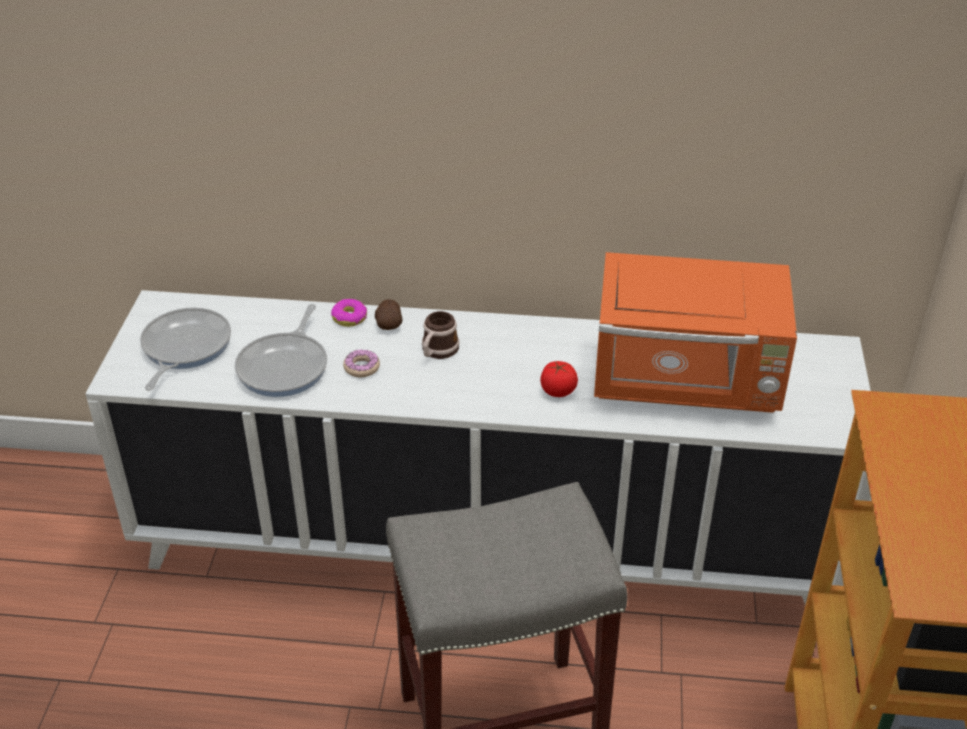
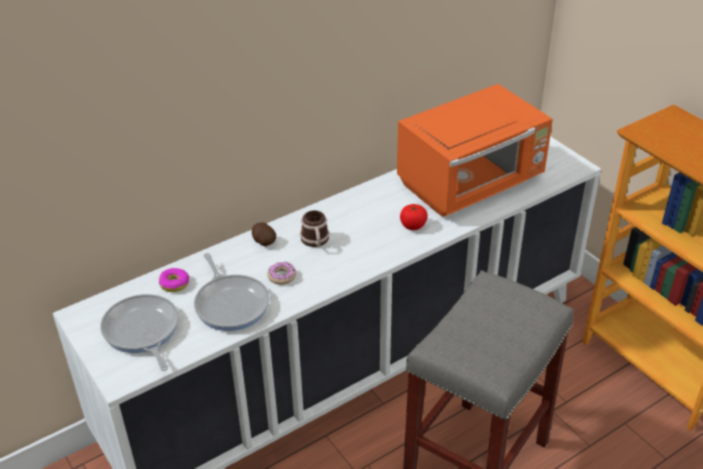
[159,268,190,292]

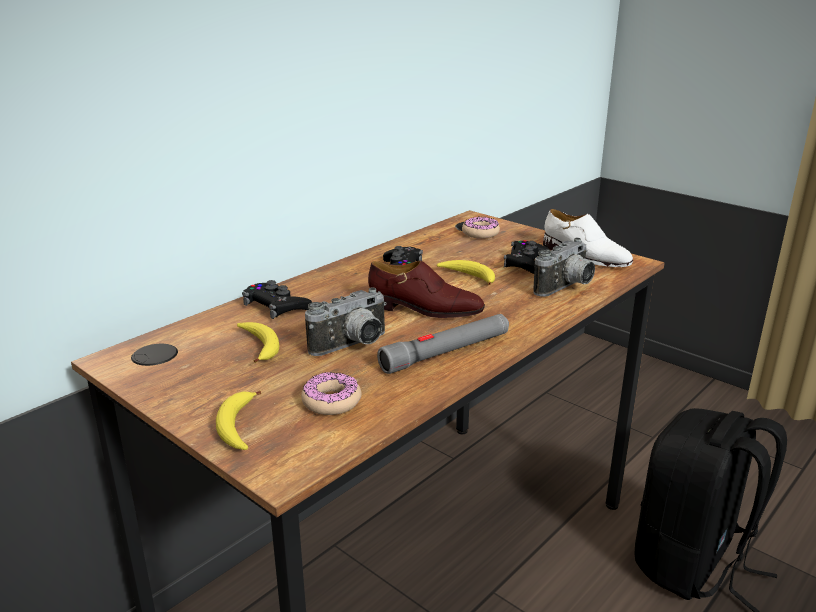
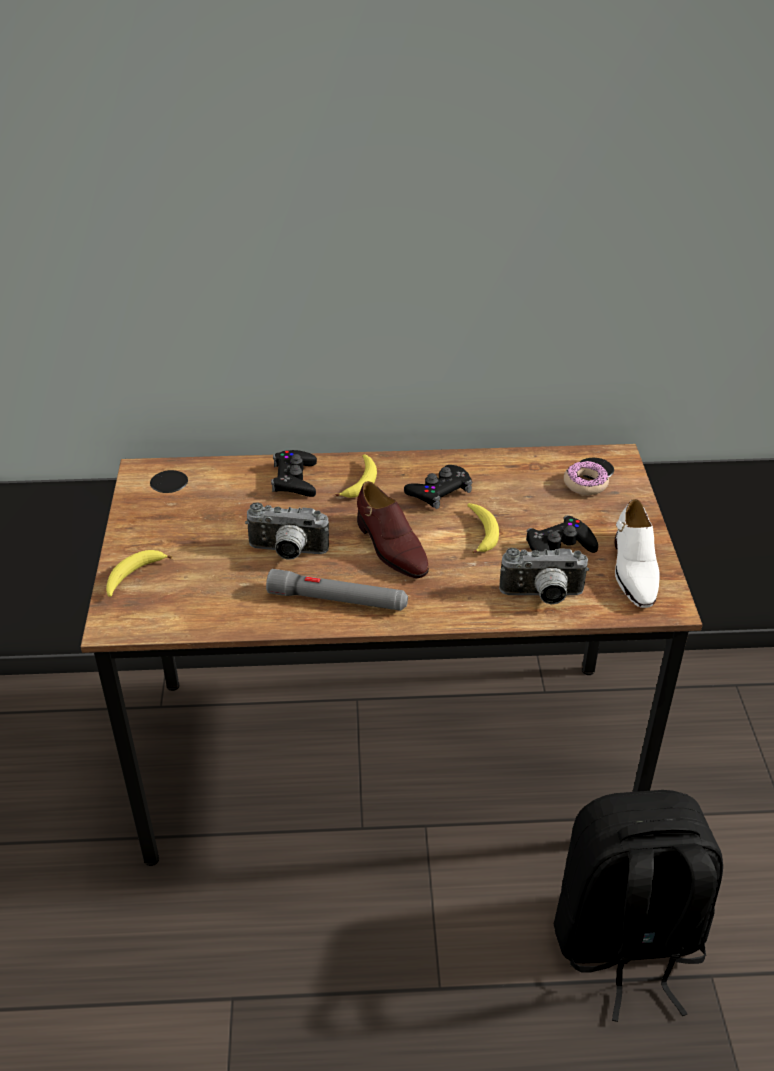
[335,454,377,498]
[301,372,361,415] (first image)

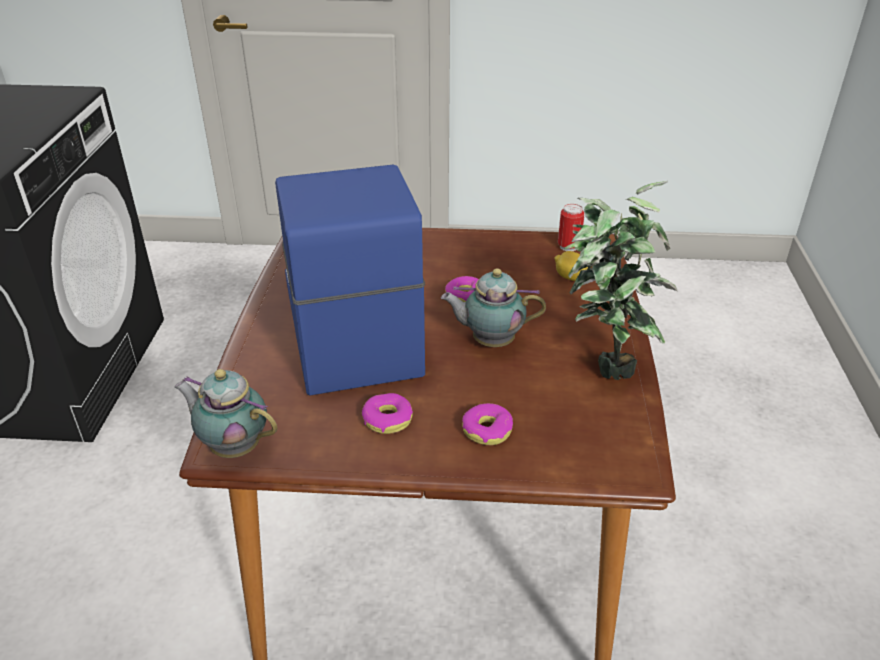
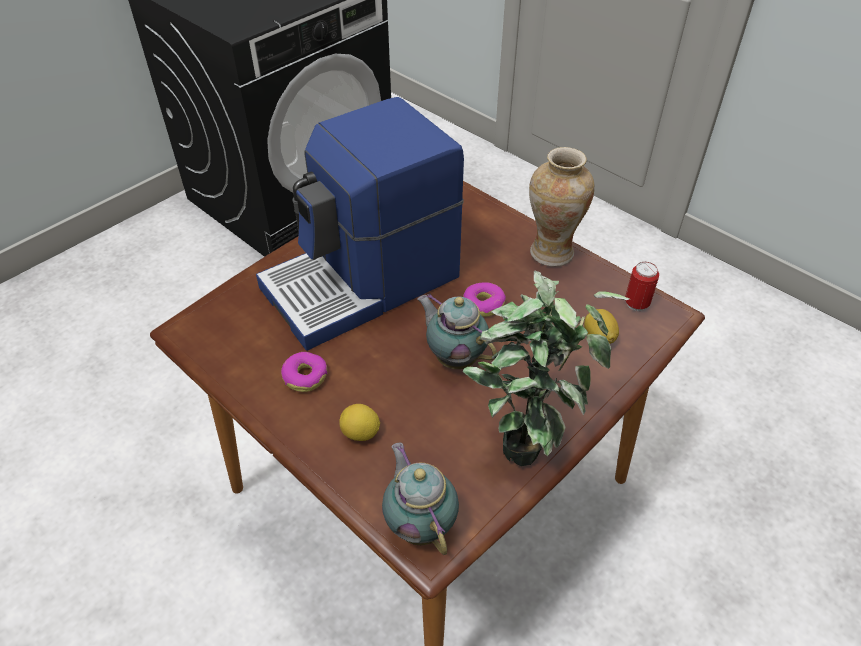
[256,97,464,351]
[339,404,380,441]
[382,443,459,555]
[529,147,595,267]

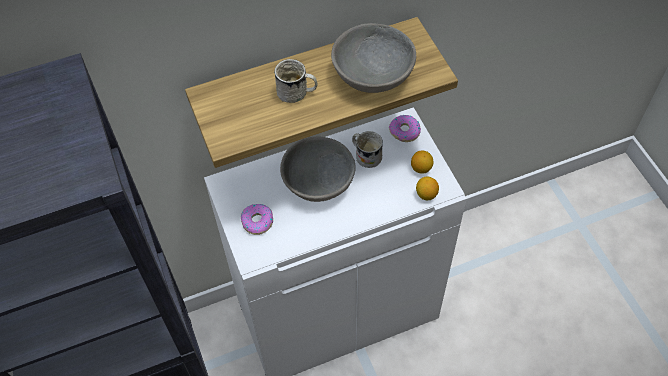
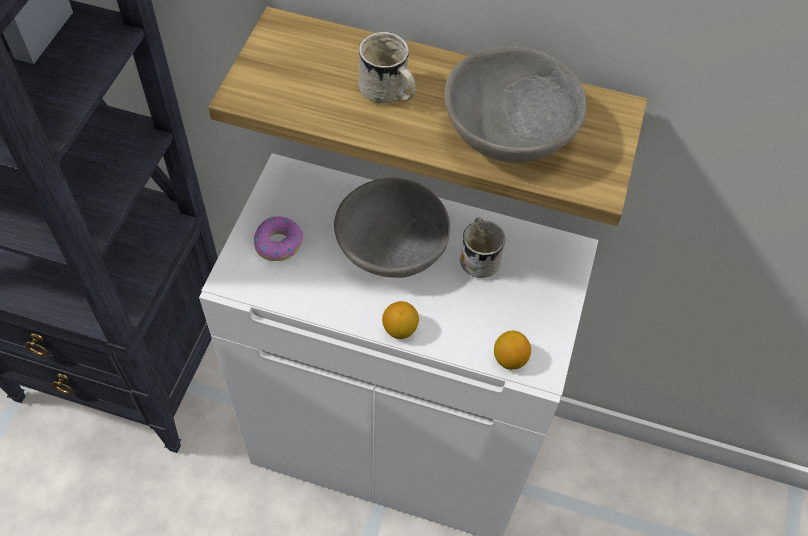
[382,301,419,339]
[389,115,421,142] (first image)

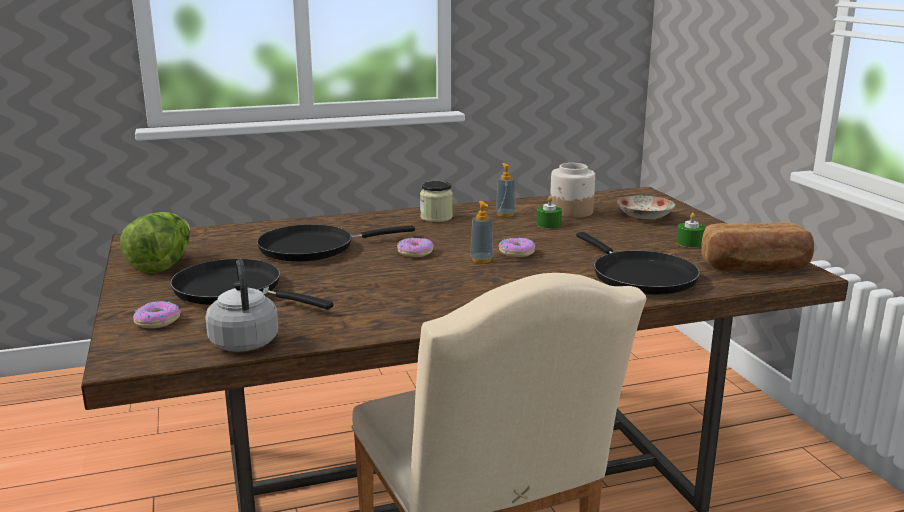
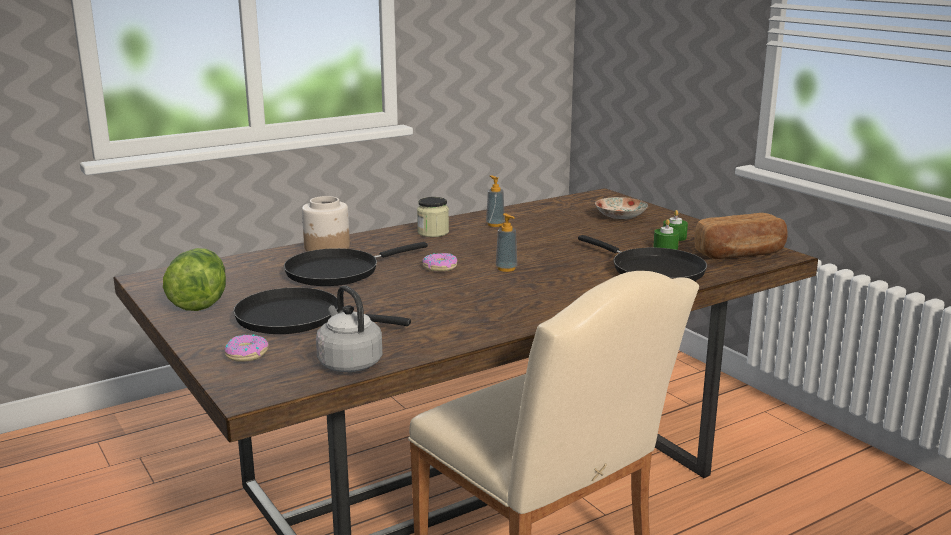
[302,196,350,252]
[653,219,679,250]
[499,238,535,257] (first image)

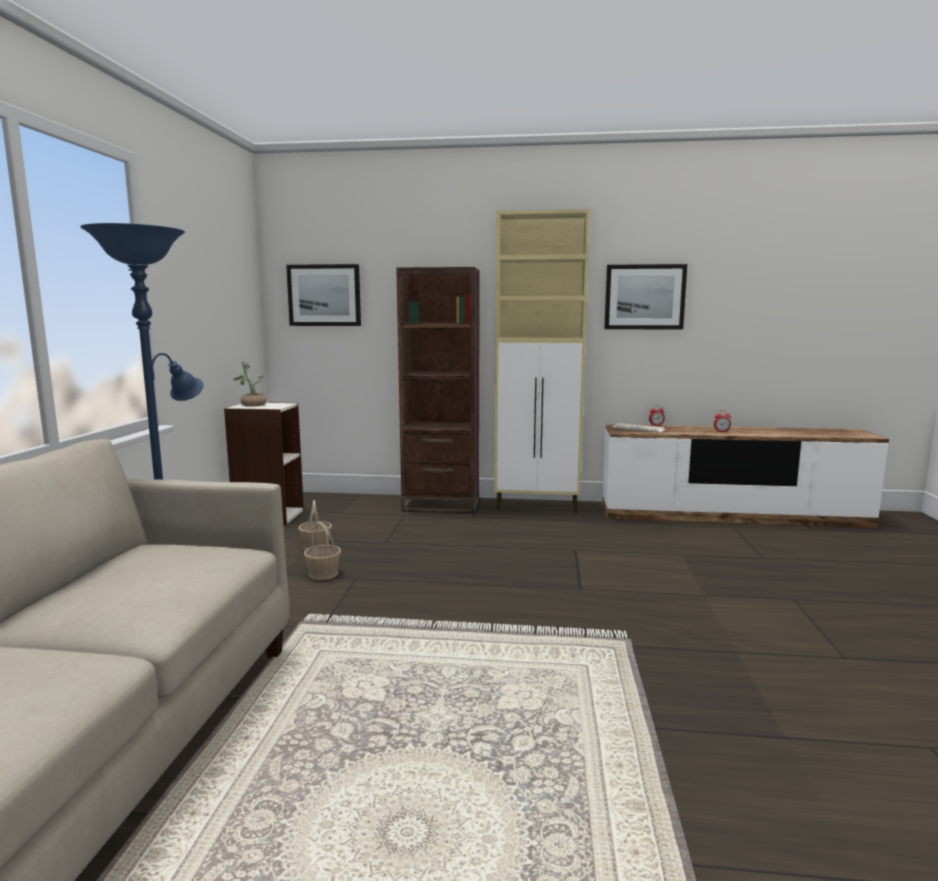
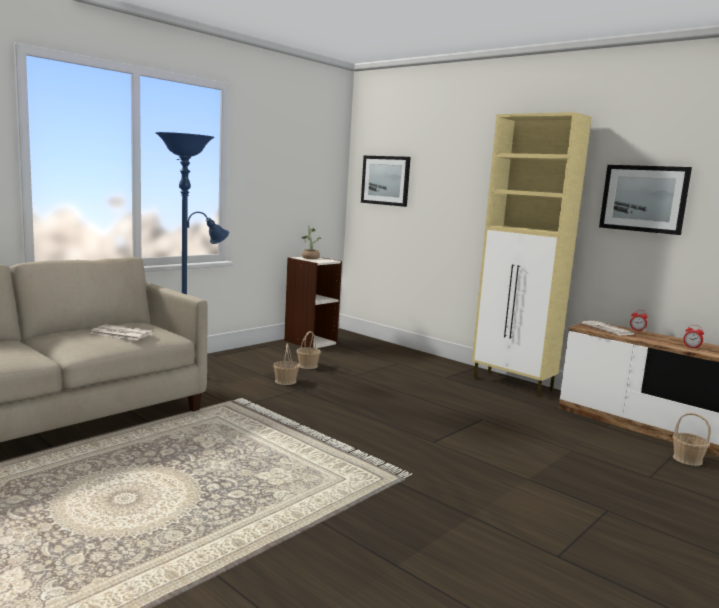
[90,324,154,340]
[672,413,711,466]
[396,267,480,514] (first image)

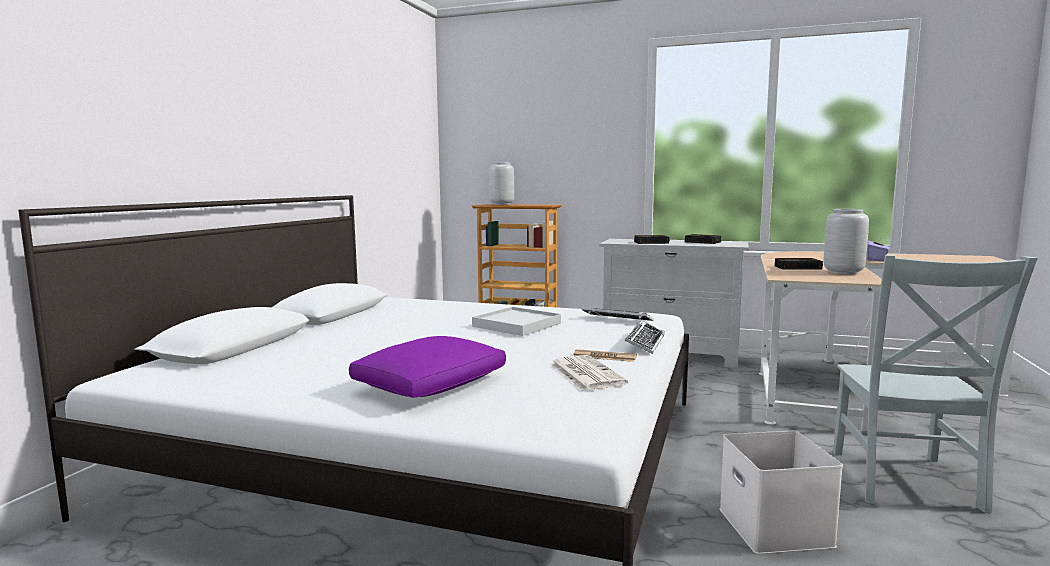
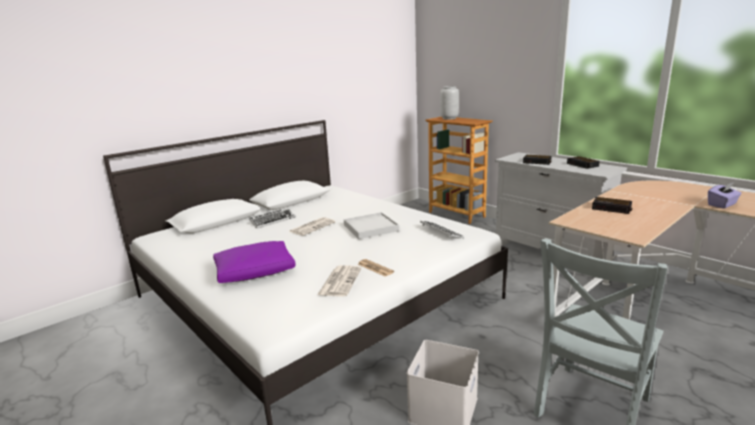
[249,208,296,228]
[289,217,335,236]
[824,209,869,275] (first image)

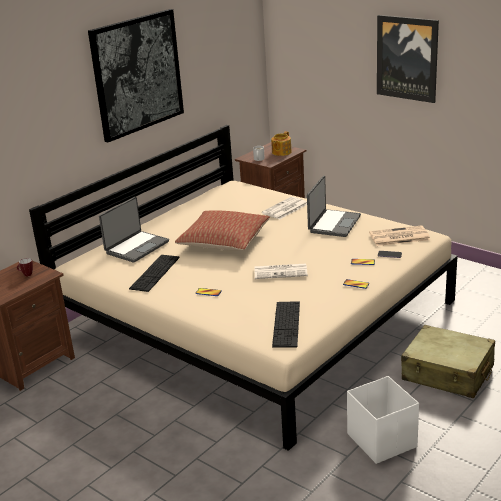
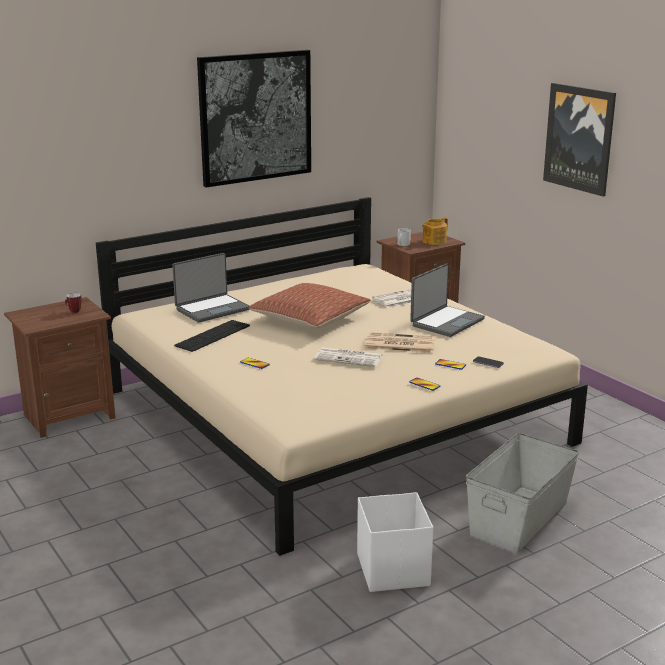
[364,332,436,353]
[466,433,579,553]
[272,301,300,348] (first image)

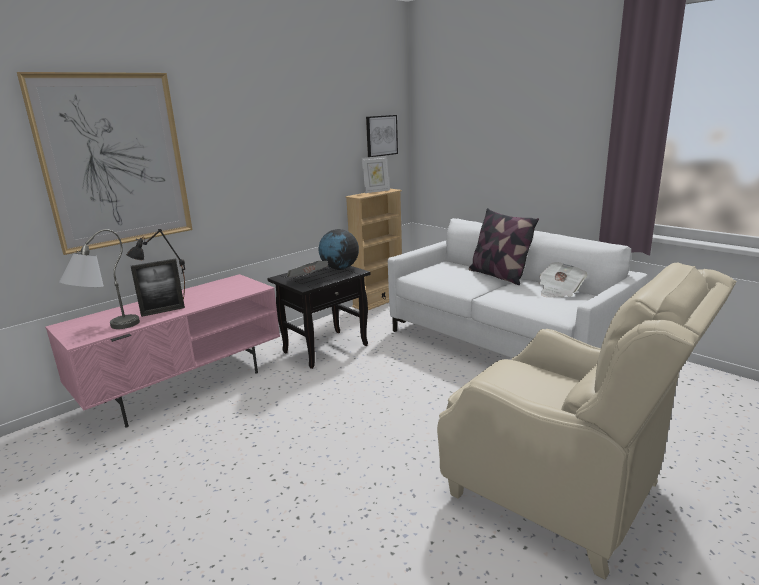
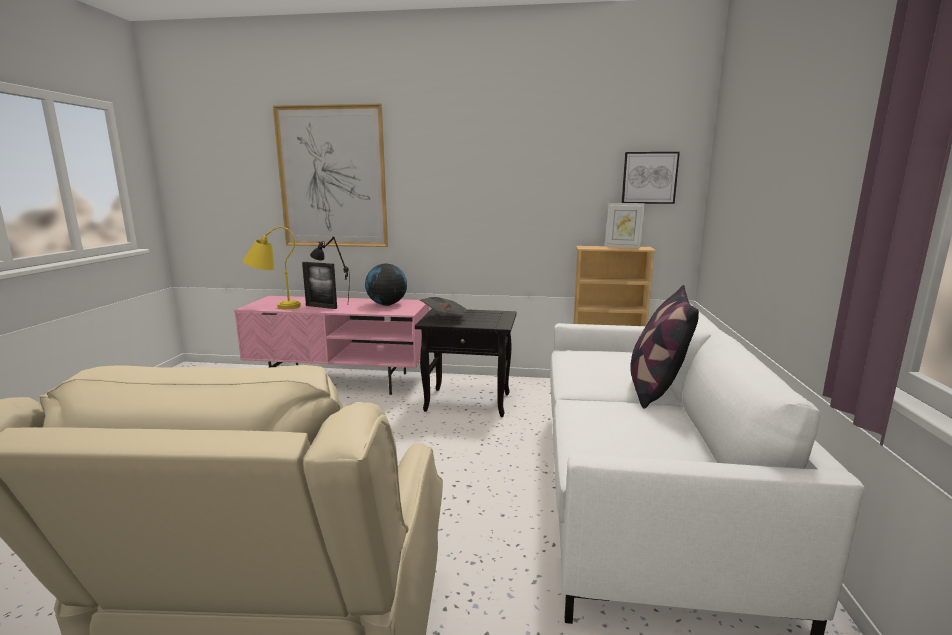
[242,227,301,309]
[365,264,407,306]
[539,262,587,298] (first image)

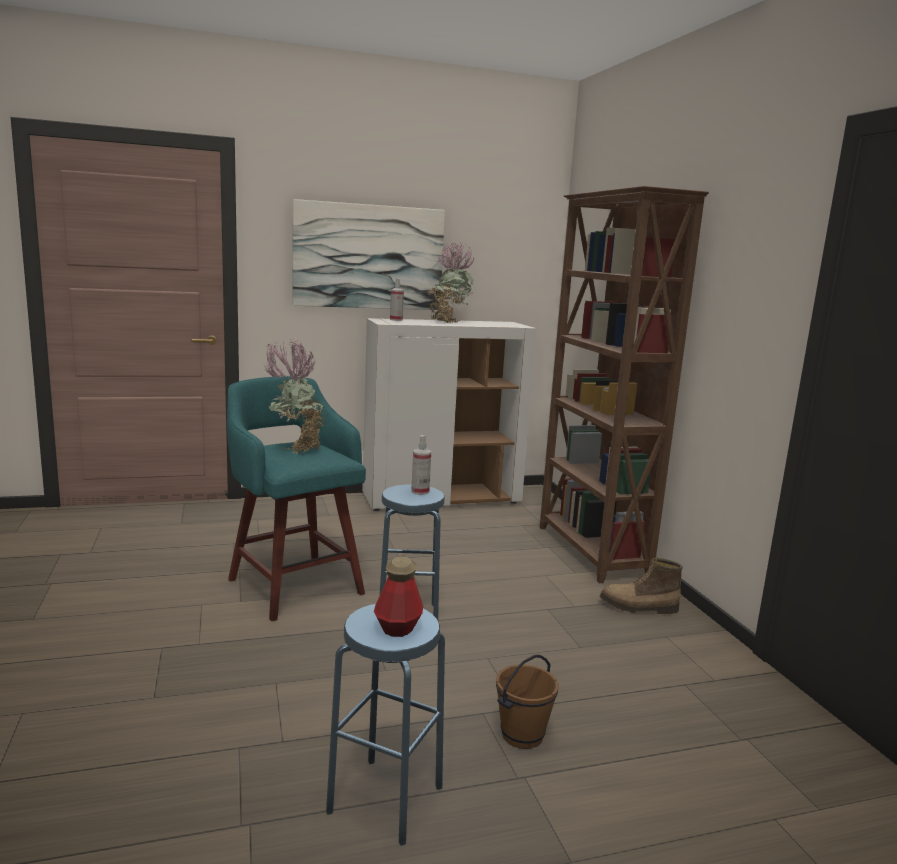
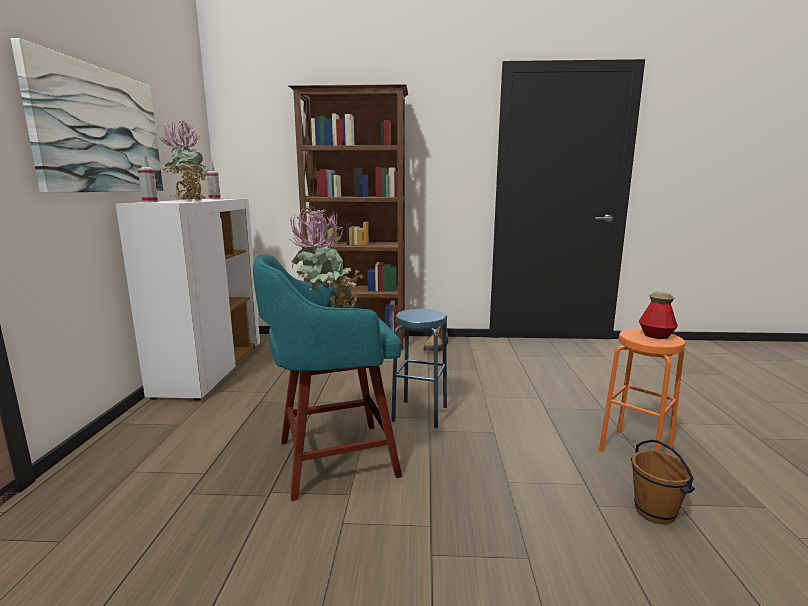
[206,162,221,199]
[599,329,685,452]
[631,440,695,524]

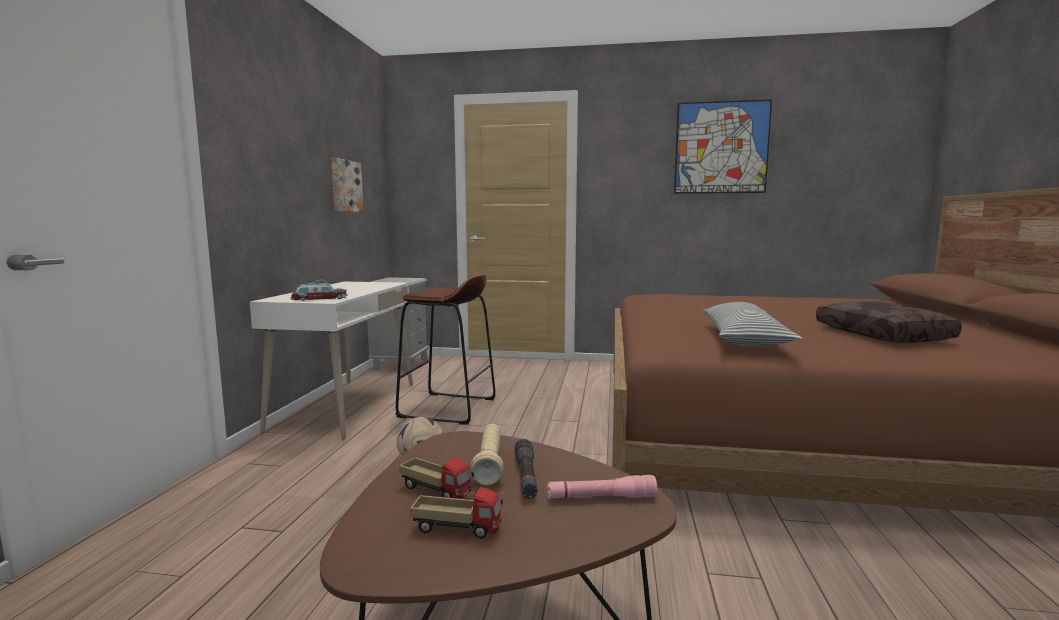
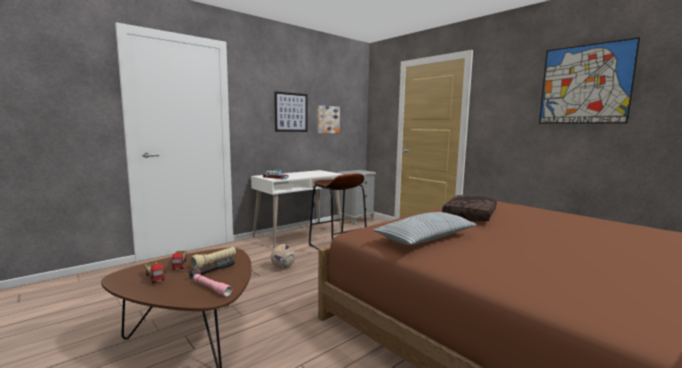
[274,91,308,132]
[442,195,497,222]

